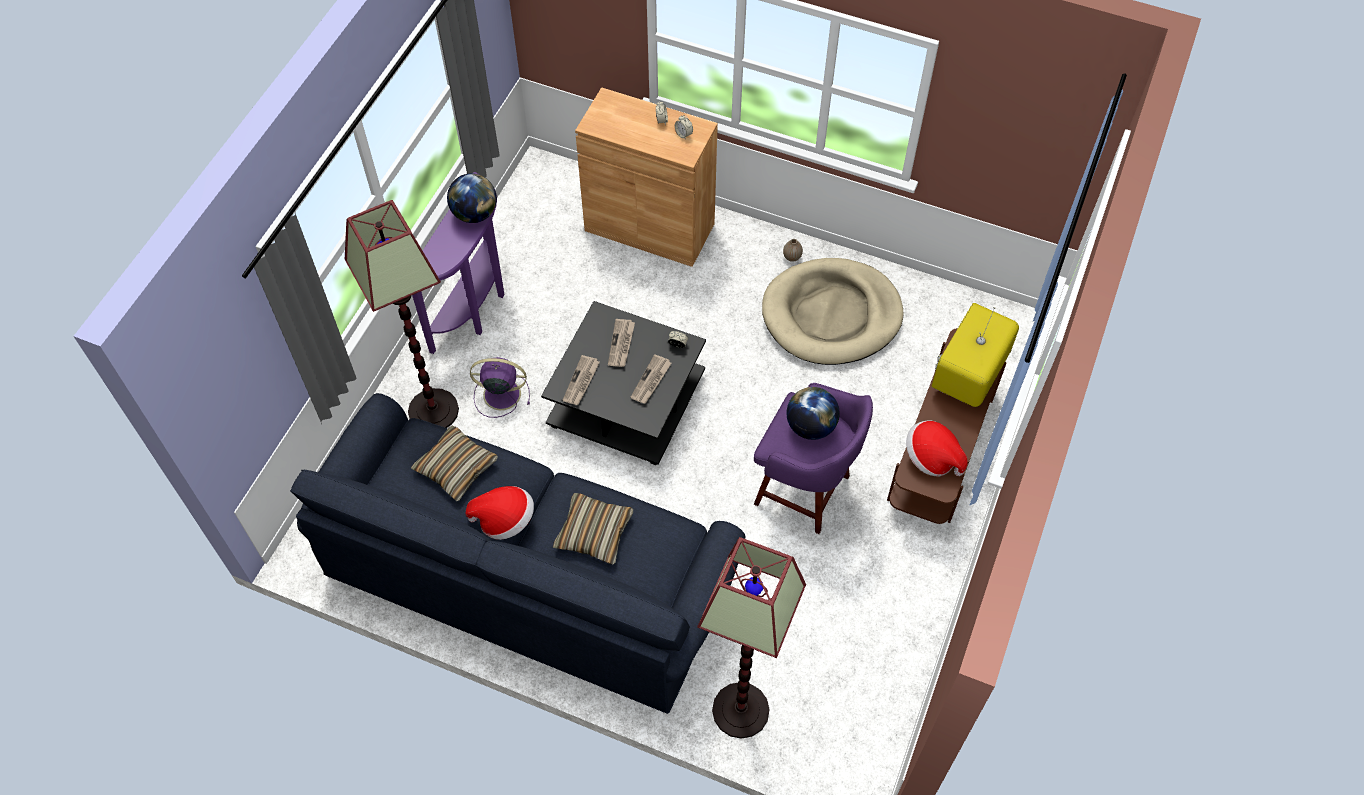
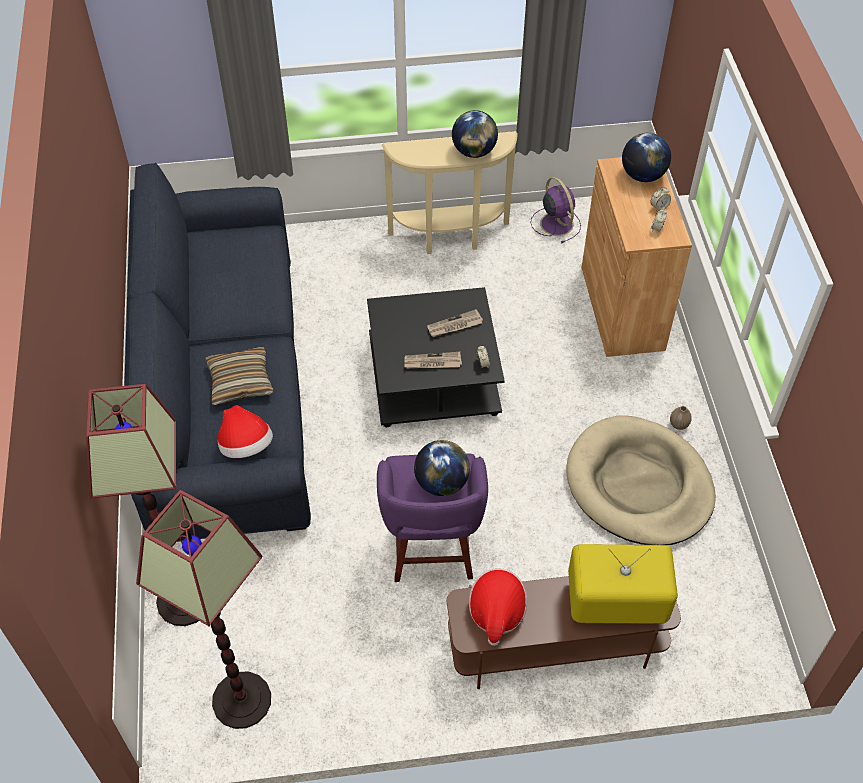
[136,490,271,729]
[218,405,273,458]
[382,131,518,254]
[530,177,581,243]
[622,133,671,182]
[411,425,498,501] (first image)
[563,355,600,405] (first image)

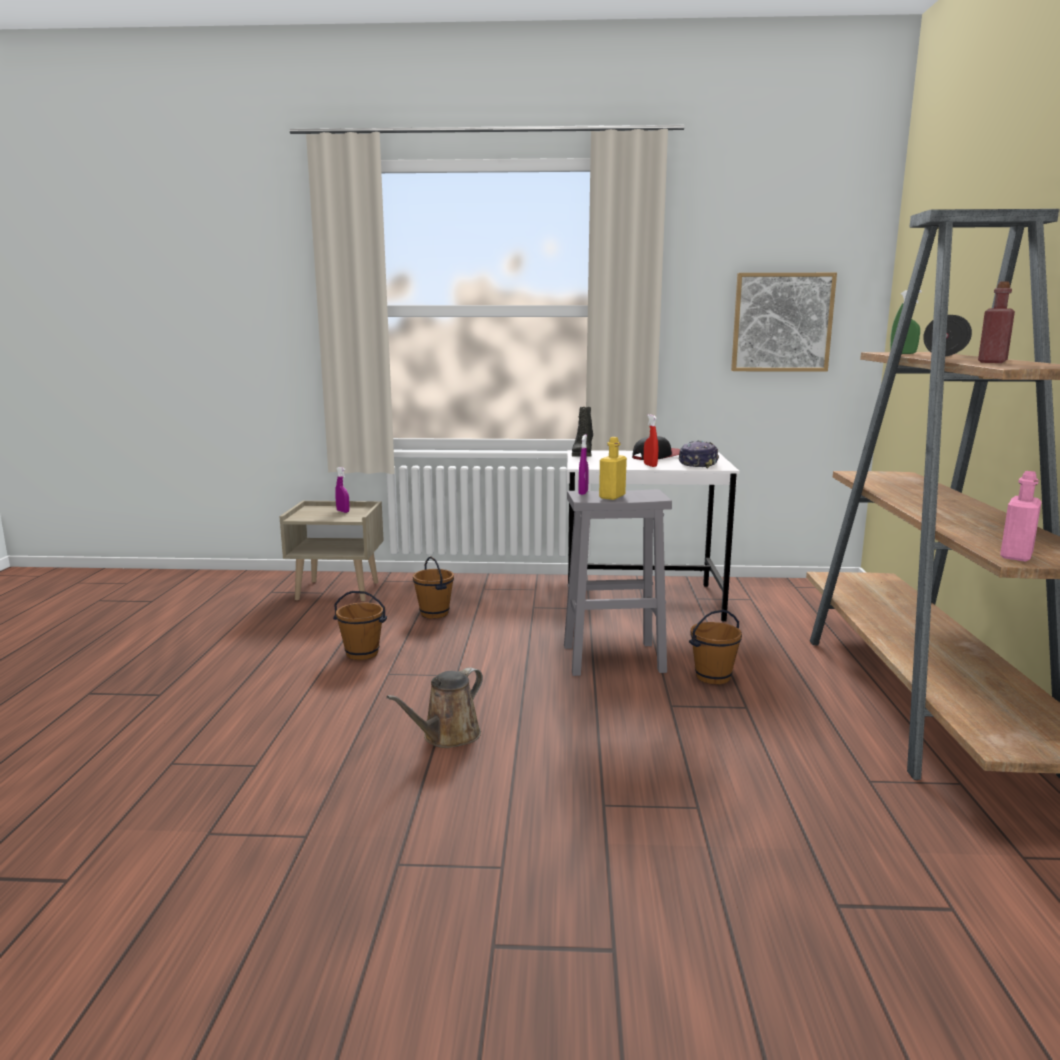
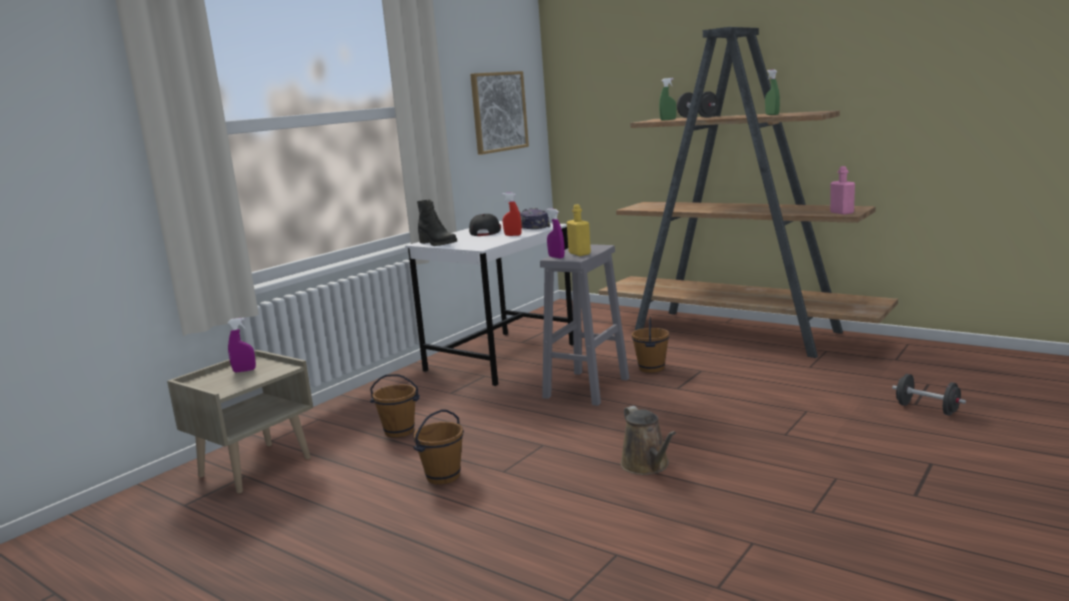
[765,70,780,115]
[892,374,966,416]

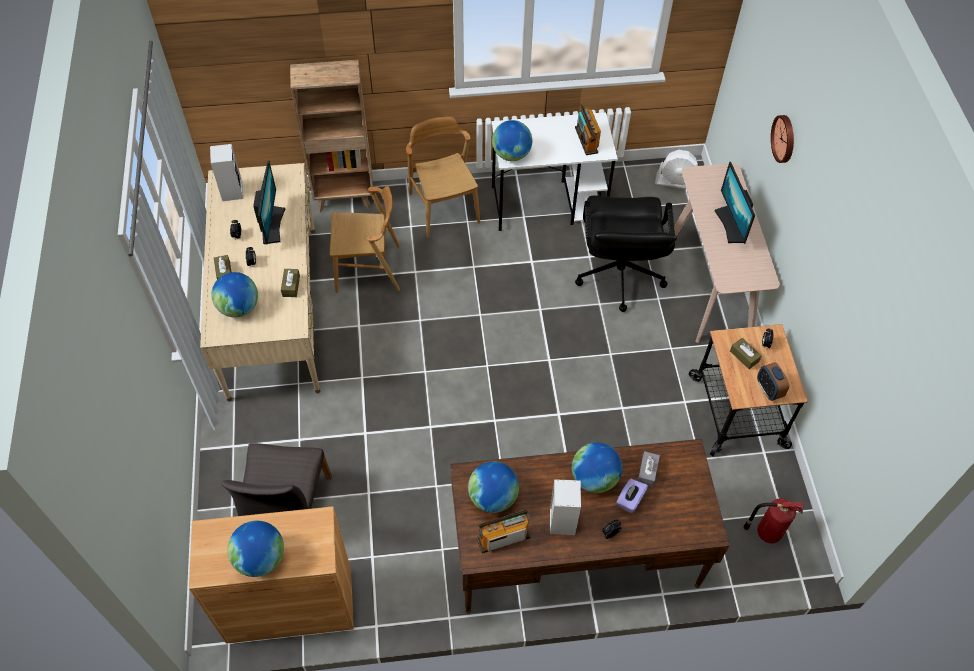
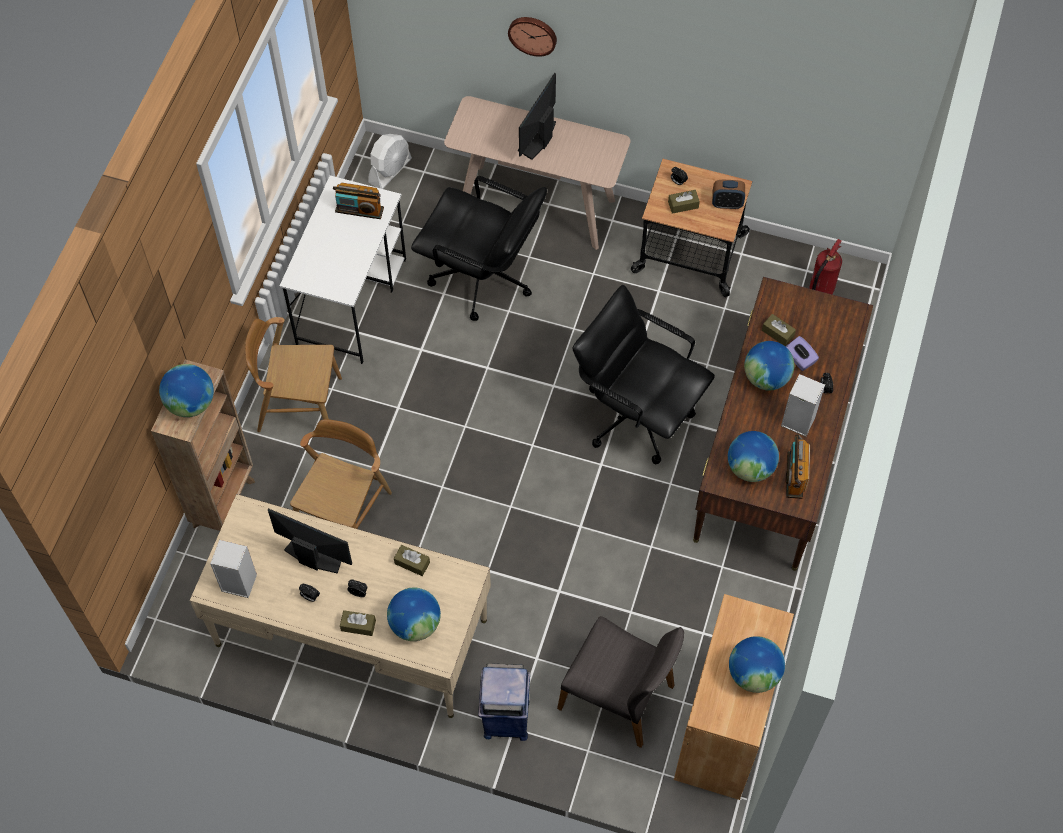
[159,364,214,417]
[478,663,530,741]
[518,73,556,160]
[573,285,715,465]
[762,314,796,346]

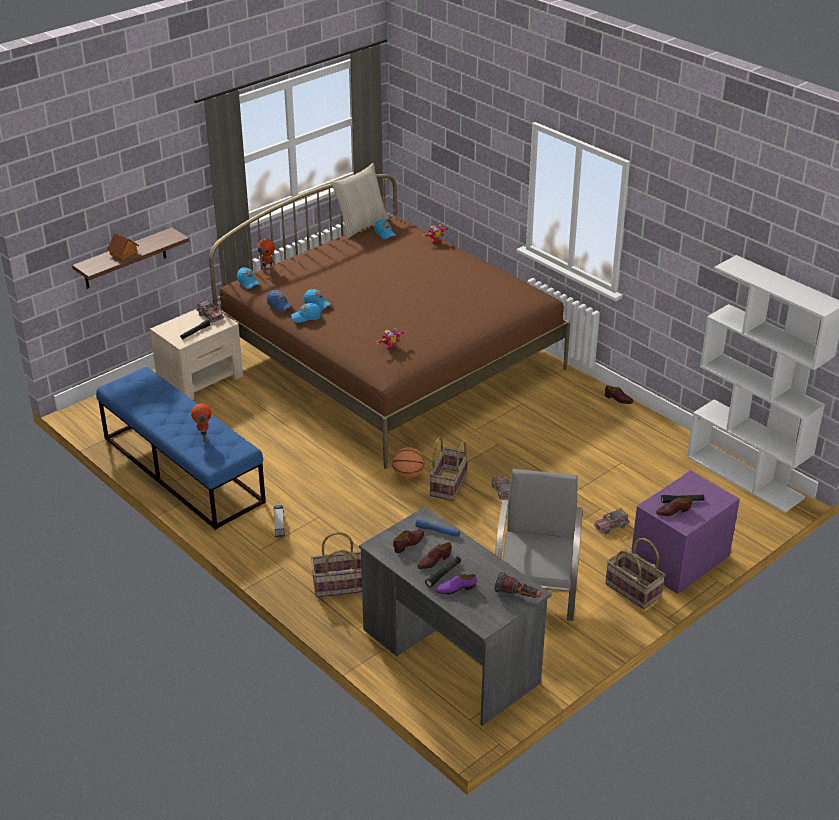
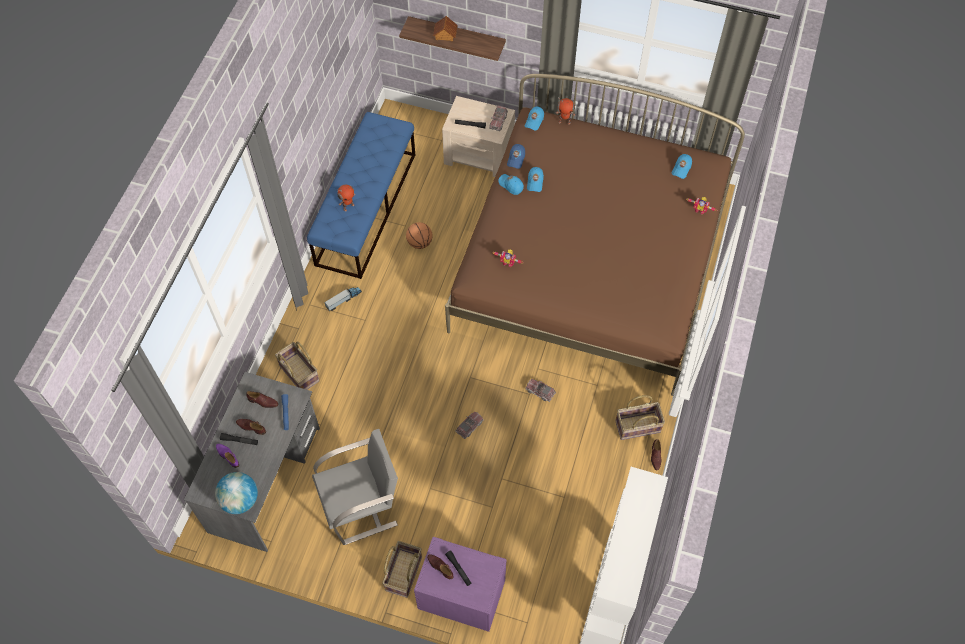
[215,472,258,514]
[406,222,433,249]
[525,379,556,402]
[615,395,665,440]
[331,163,389,239] (first image)

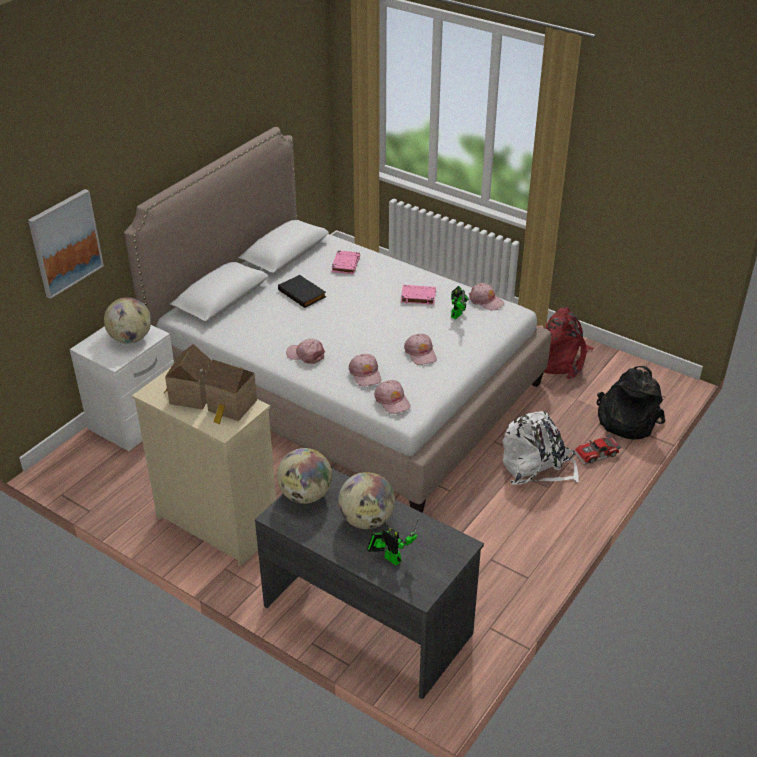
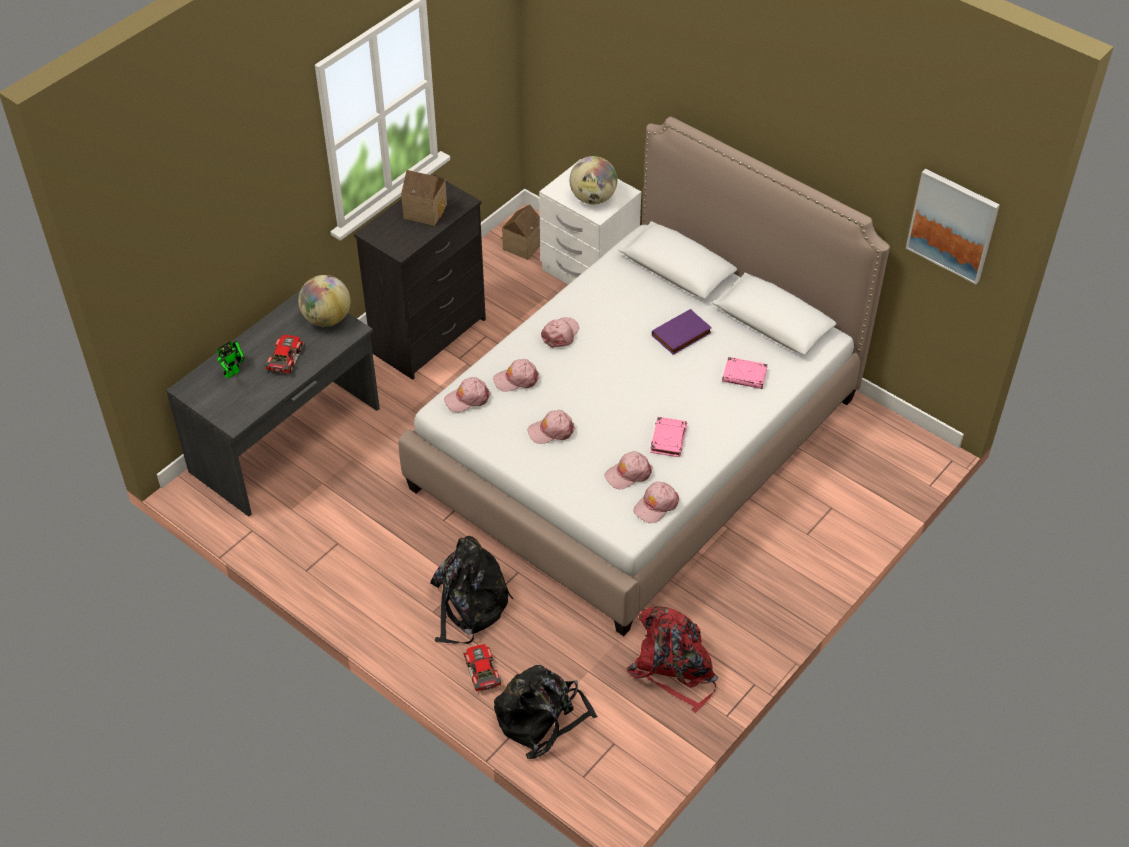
[264,335,304,375]
[354,174,486,380]
[430,536,513,644]
[501,205,540,260]
[605,451,653,489]
[652,309,712,355]
[906,169,1000,284]

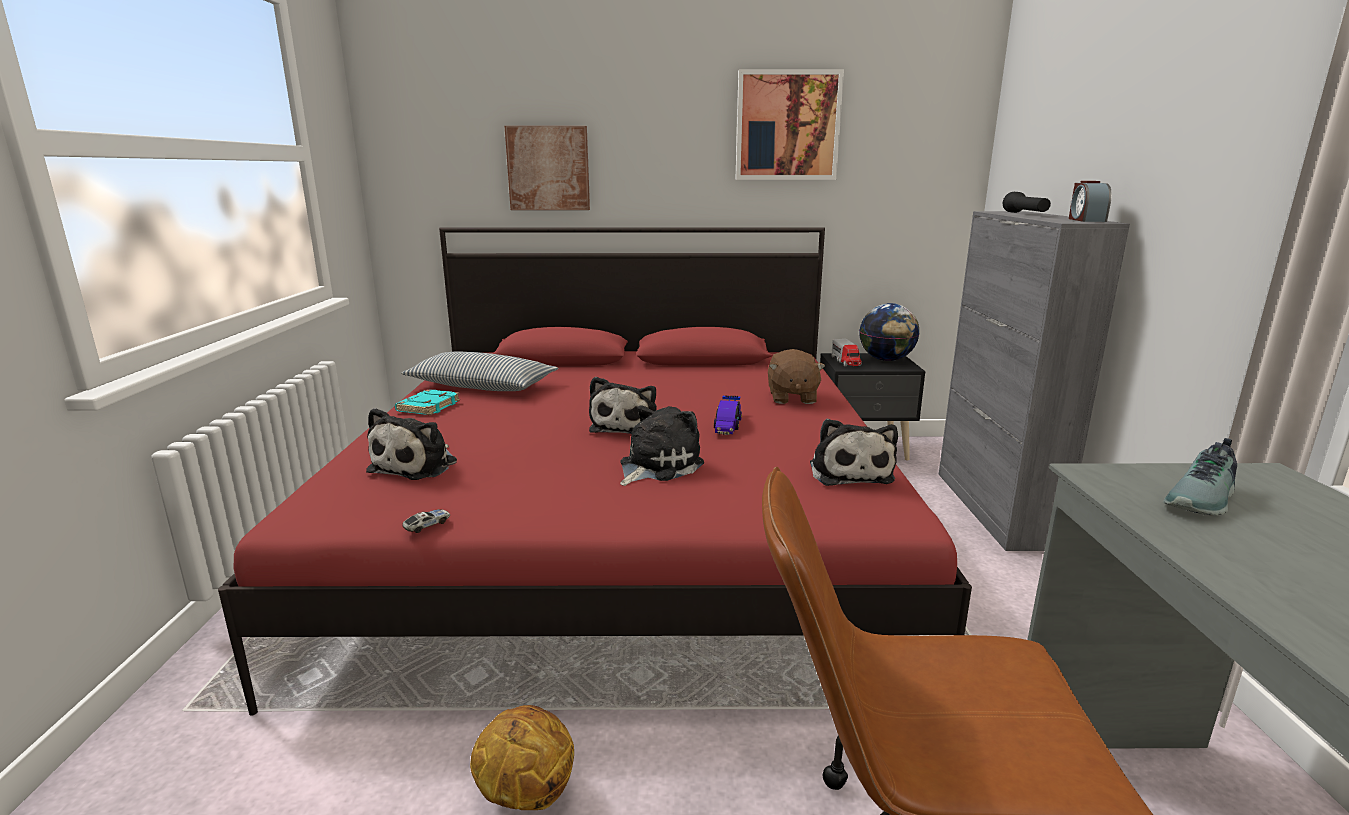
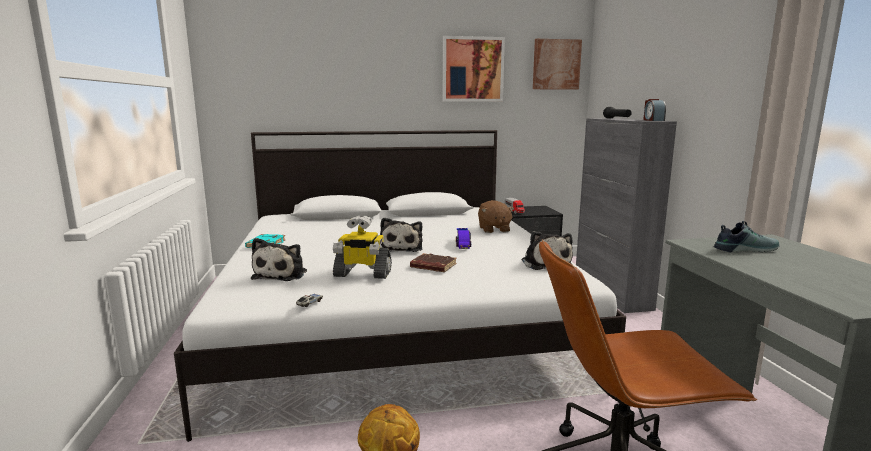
[174,130,626,442]
[333,216,392,279]
[410,253,457,272]
[533,39,582,90]
[714,221,779,253]
[401,351,558,391] (first image)
[859,303,920,361] (first image)

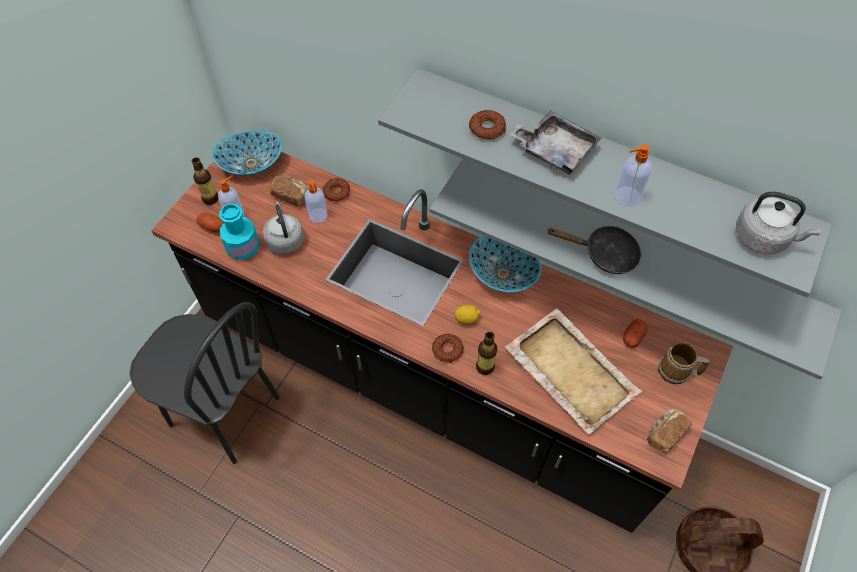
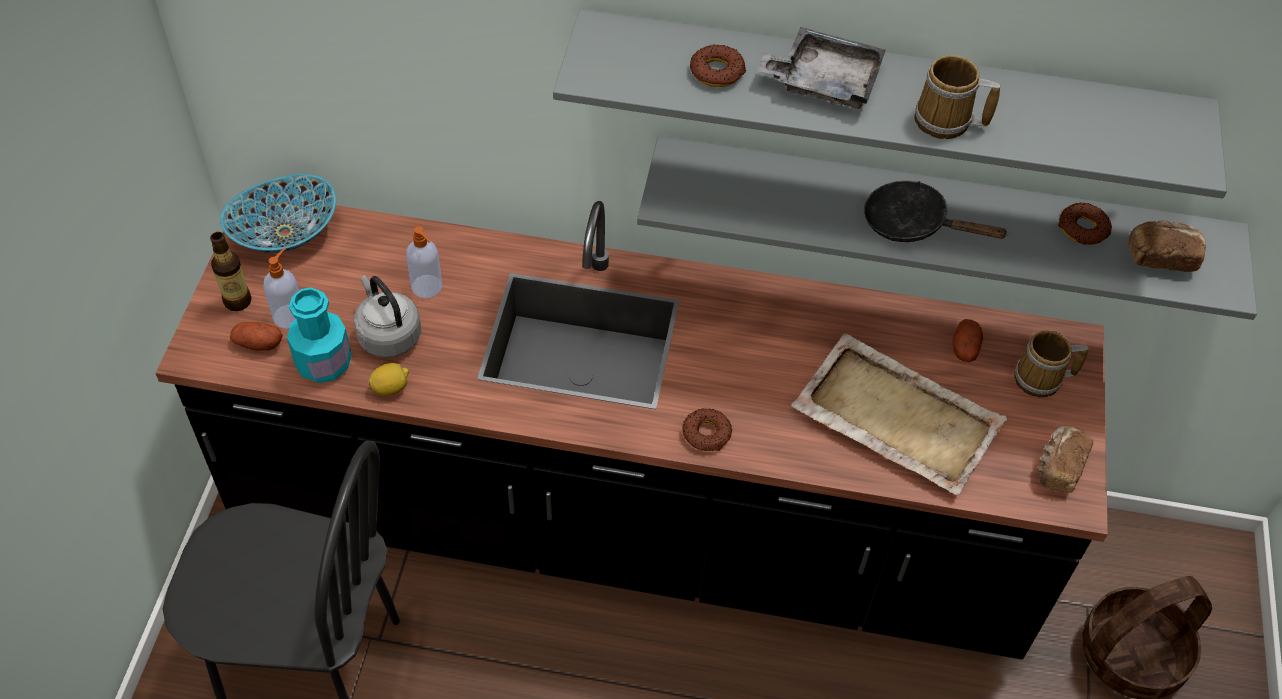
[369,363,409,396]
[864,181,1009,242]
[914,55,1001,139]
[1058,203,1112,245]
[1128,220,1206,272]
[469,235,542,292] (first image)
[476,332,497,375] (first image)
[736,191,821,254] (first image)

